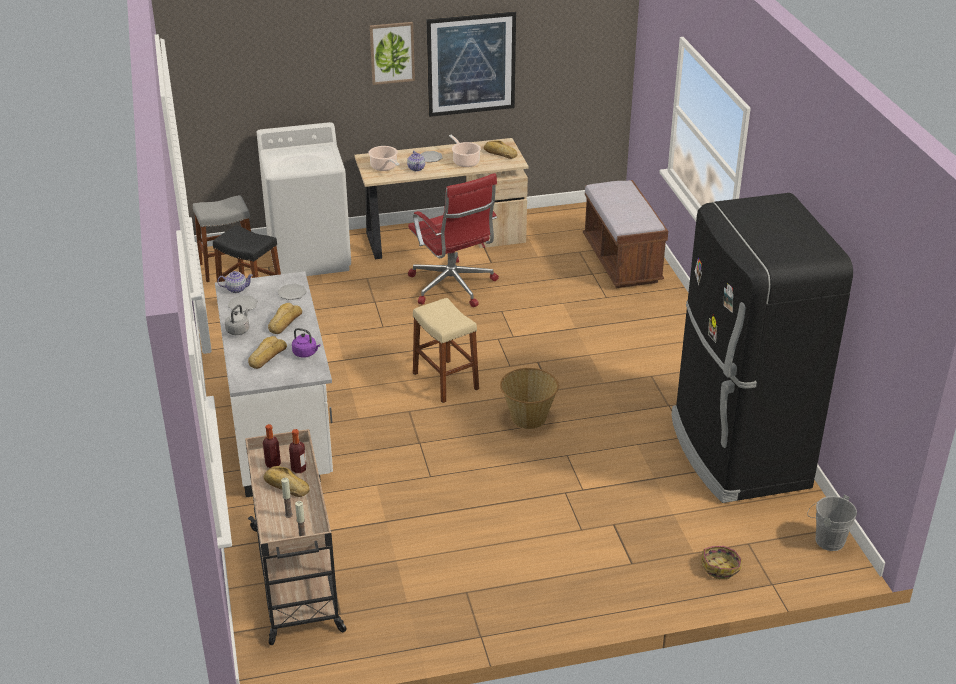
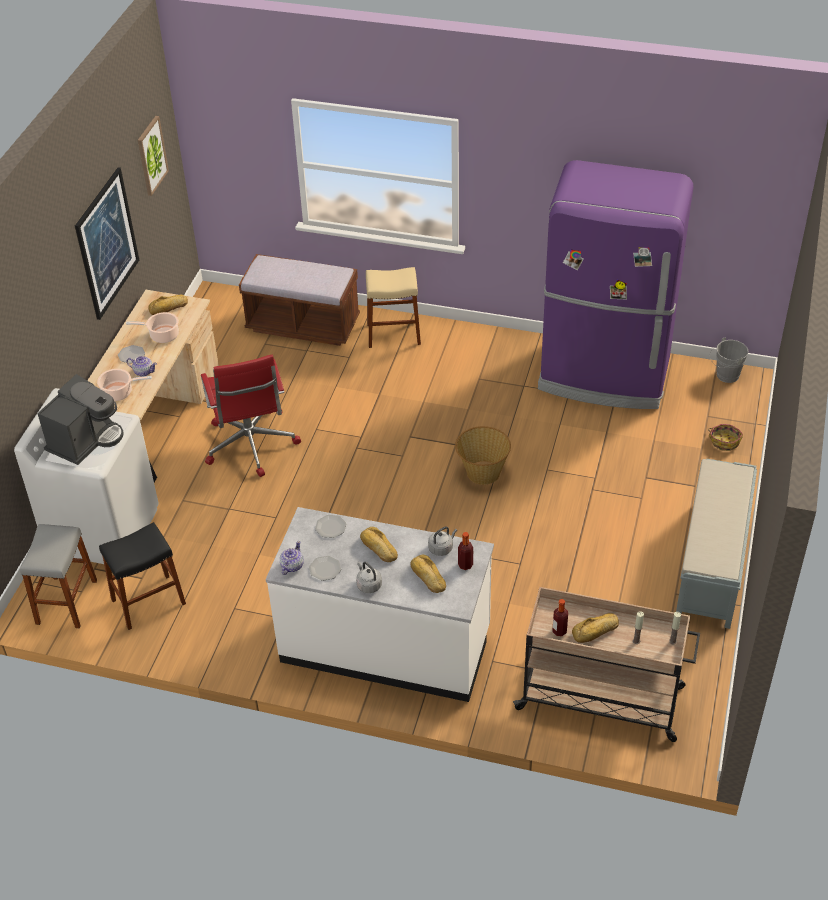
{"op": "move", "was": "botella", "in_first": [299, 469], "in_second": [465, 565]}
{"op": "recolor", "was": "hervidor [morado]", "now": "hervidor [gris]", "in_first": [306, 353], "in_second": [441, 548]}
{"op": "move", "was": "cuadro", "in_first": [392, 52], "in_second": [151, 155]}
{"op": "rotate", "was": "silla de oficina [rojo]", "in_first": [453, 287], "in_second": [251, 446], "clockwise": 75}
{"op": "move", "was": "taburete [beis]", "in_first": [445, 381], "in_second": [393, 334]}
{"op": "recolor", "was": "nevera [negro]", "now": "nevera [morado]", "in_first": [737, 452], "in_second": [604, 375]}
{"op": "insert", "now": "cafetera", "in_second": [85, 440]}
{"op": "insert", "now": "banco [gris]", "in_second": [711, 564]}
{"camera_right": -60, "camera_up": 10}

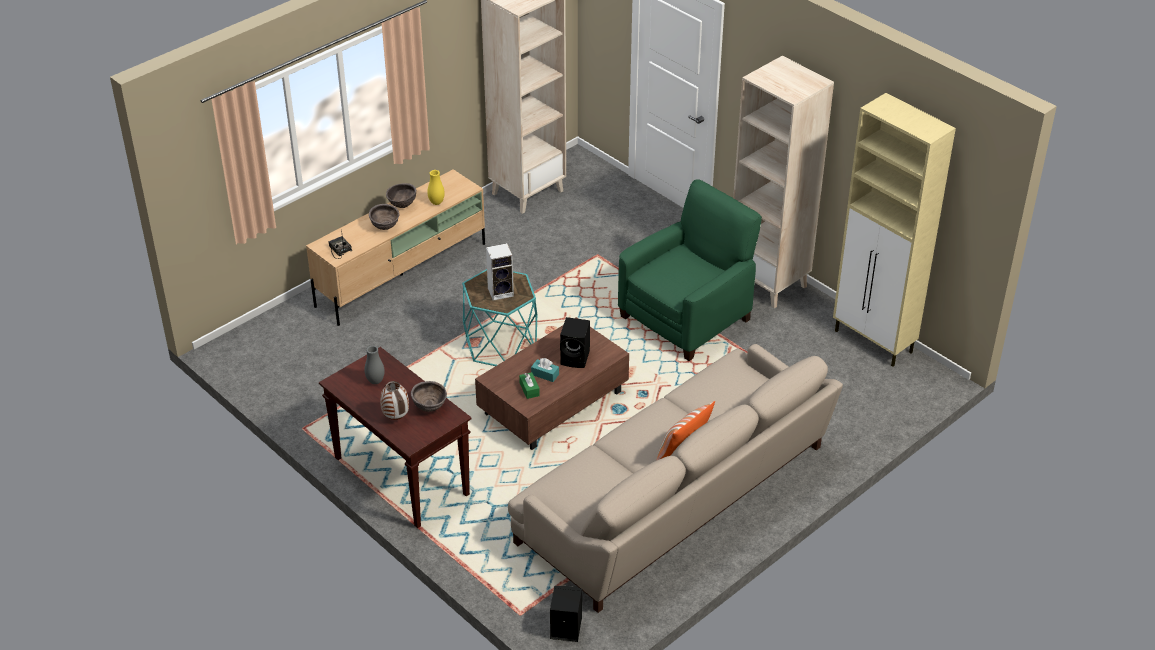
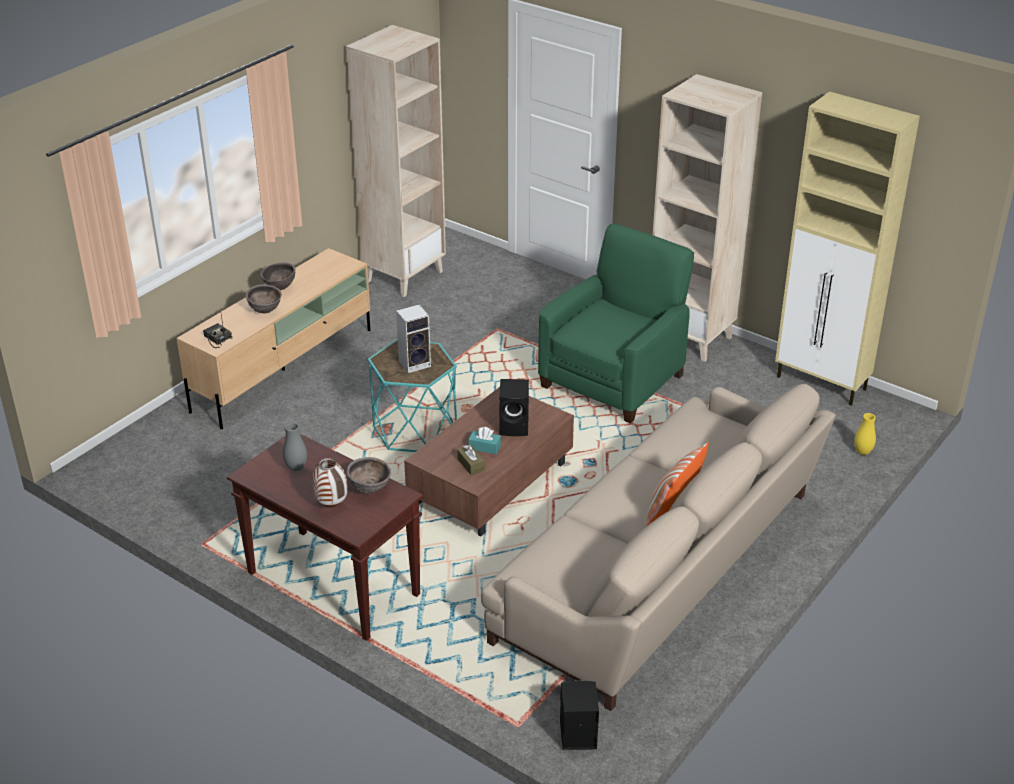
{"op": "move", "was": "florero [amarillo]", "in_first": [436, 202], "in_second": [862, 452]}
{"op": "recolor", "was": "caja de pañuelos [verde]", "now": "caja de pañuelos [marrón]", "in_first": [529, 389], "in_second": [471, 465]}
{"camera_right": -10, "camera_up": -5}

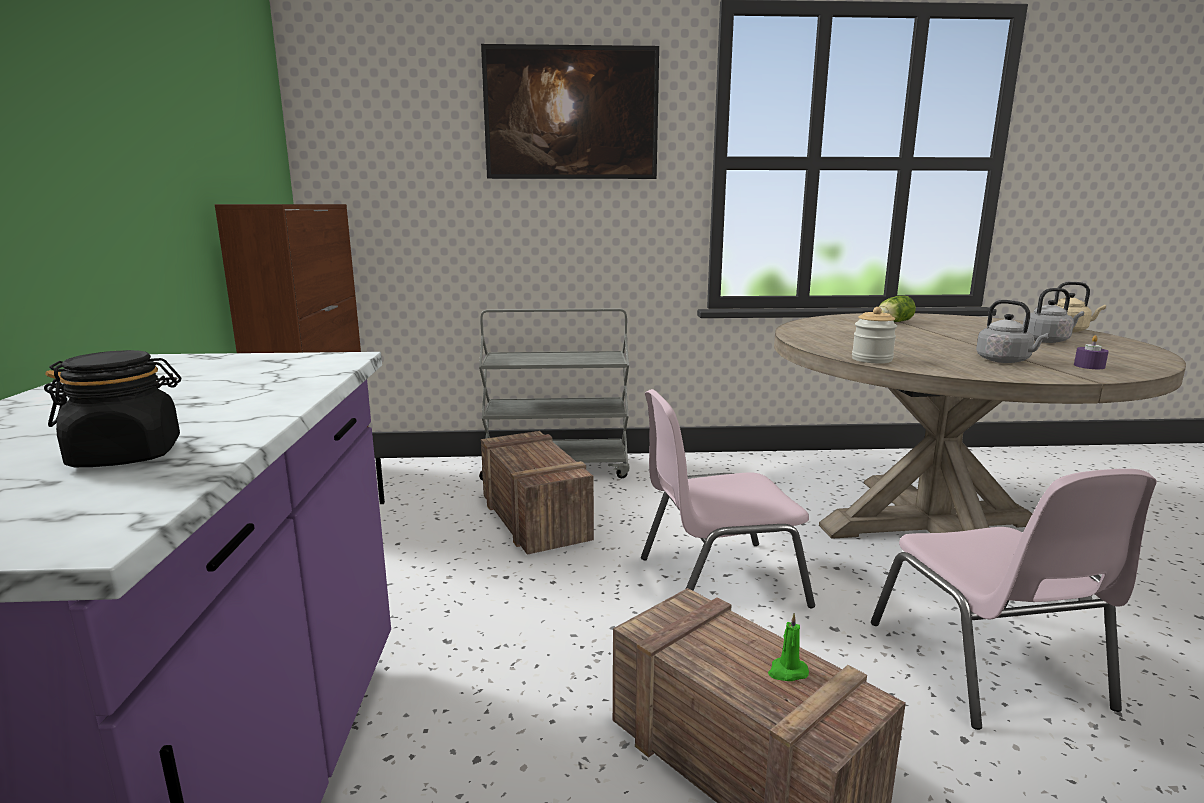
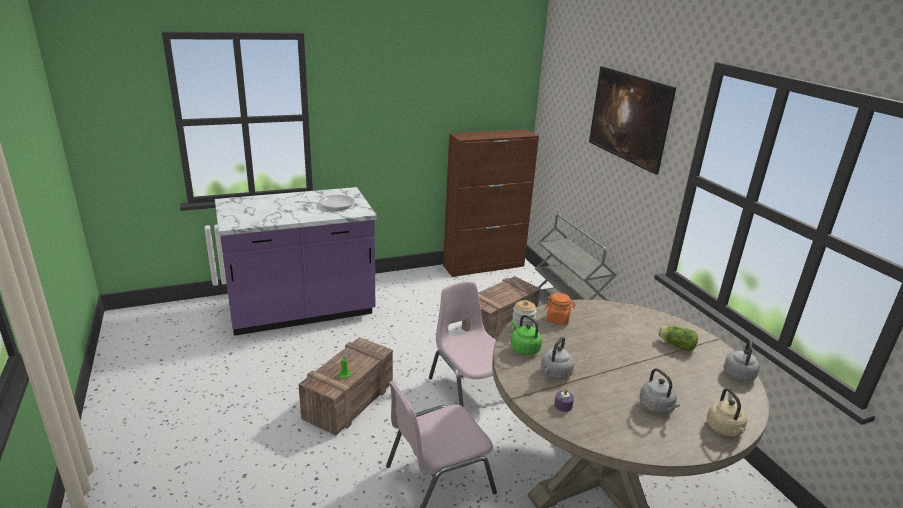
{"op": "delete", "was": "tarro [negro]", "in_first": [128, 455]}
{"op": "insert", "now": "sartén", "in_second": [333, 205]}
{"op": "insert", "now": "hervidor [verde]", "in_second": [523, 348]}
{"op": "insert", "now": "tarro [naranja]", "in_second": [558, 319]}
{"op": "insert", "now": "hervidor [gris]", "in_second": [738, 374]}
{"camera_right": 70, "camera_up": 10}

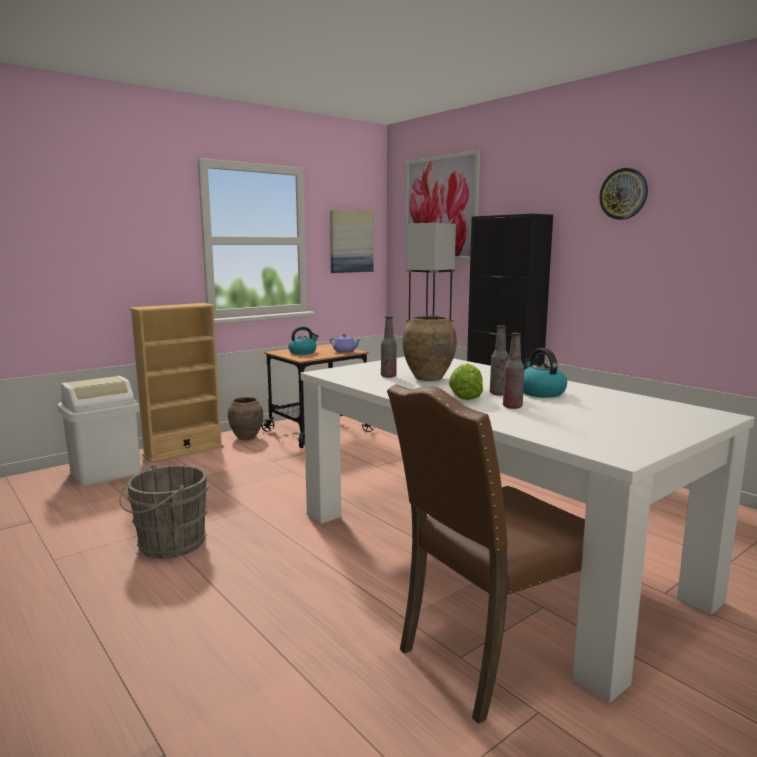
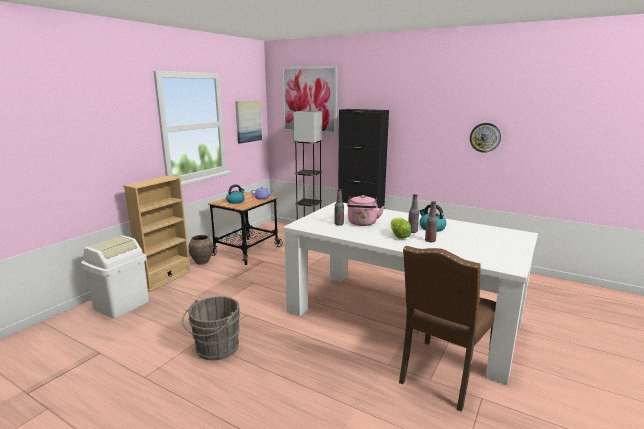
{"op": "replace", "was": "florero [marrón]", "now": "hervidor [rosa]", "in_first": [428, 378], "in_second": [362, 223]}
{"op": "move", "was": "reloj de pared", "in_first": [623, 194], "in_second": [485, 137]}
{"camera_right": -20, "camera_up": 5}

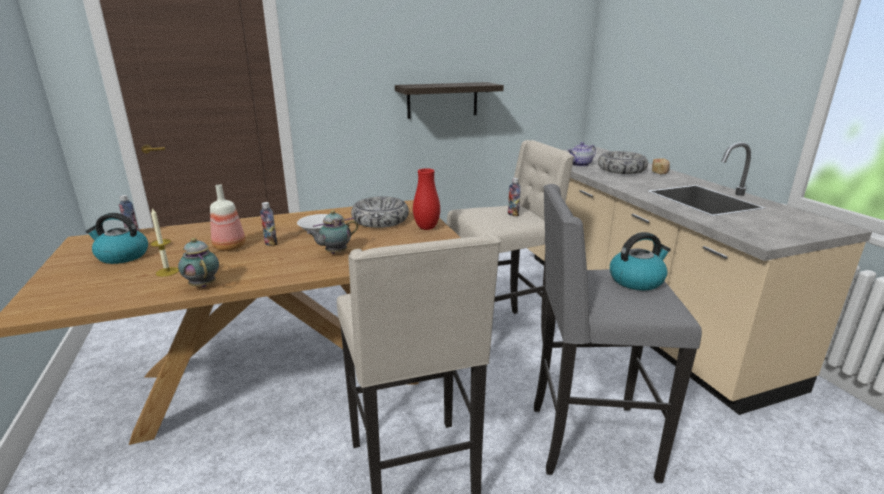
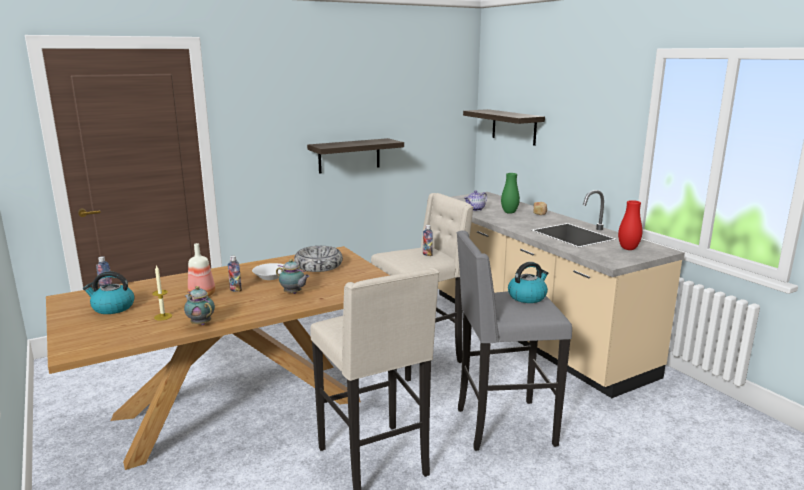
{"op": "rotate", "was": "tetera", "in_first": [334, 253], "in_second": [293, 293], "clockwise": -105}
{"op": "move", "was": "florero [rojo]", "in_first": [426, 228], "in_second": [628, 249]}
{"op": "replace", "was": "cuenco", "now": "florero [verde]", "in_first": [621, 170], "in_second": [509, 212]}
{"op": "insert", "now": "estante", "in_second": [514, 127]}
{"camera_right": -10, "camera_up": -5}

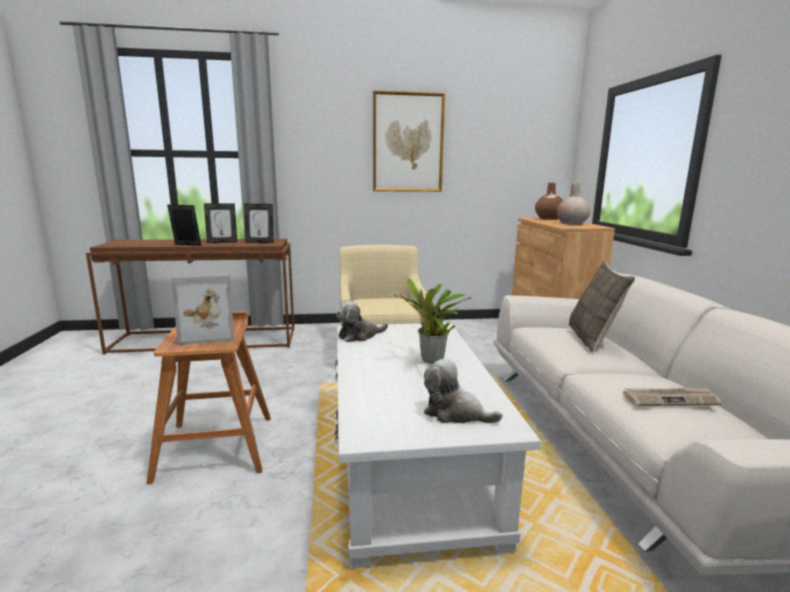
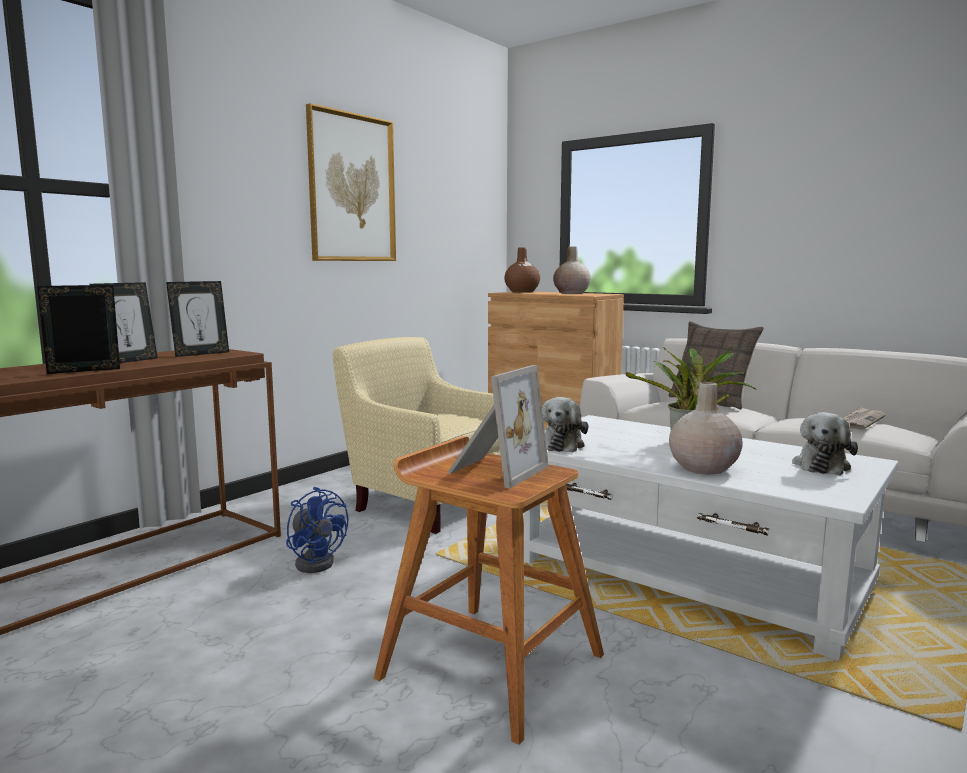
{"op": "rotate", "was": "peluche", "in_first": [455, 413], "in_second": [821, 465], "clockwise": -45}
{"op": "insert", "now": "ventilador [azul]", "in_second": [317, 561]}
{"op": "insert", "now": "florero [beis]", "in_second": [703, 468]}
{"camera_right": -45, "camera_up": -5}

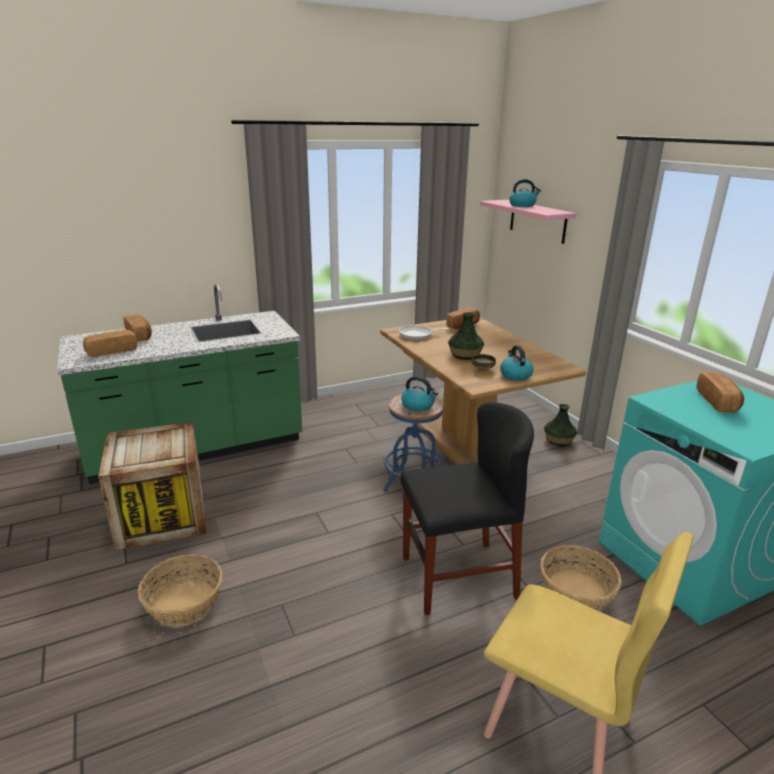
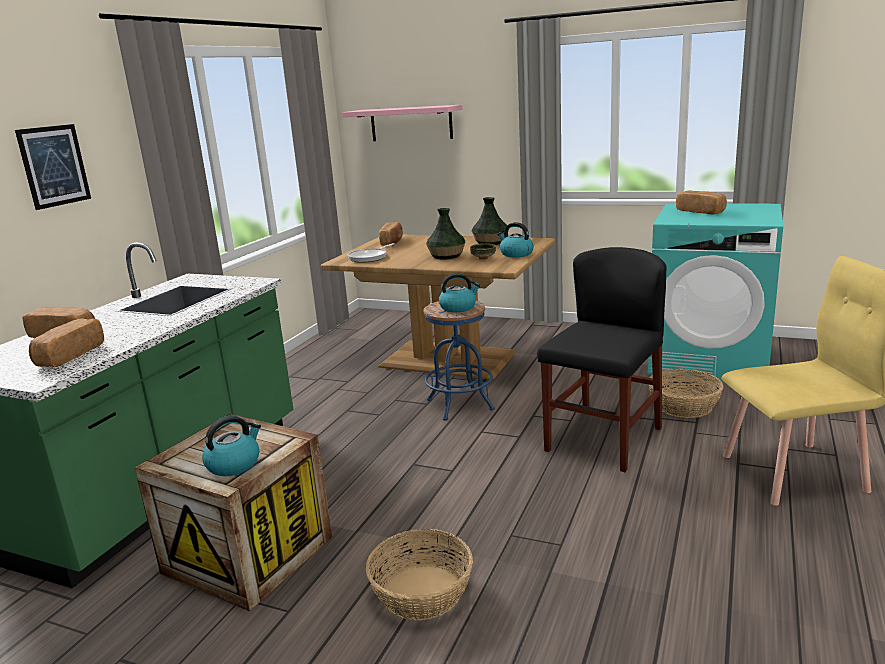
{"op": "move", "was": "hervidor", "in_first": [522, 205], "in_second": [234, 464]}
{"op": "move", "was": "florero", "in_first": [559, 440], "in_second": [490, 242]}
{"op": "insert", "now": "cuadro", "in_second": [54, 166]}
{"camera_right": -40, "camera_up": -5}

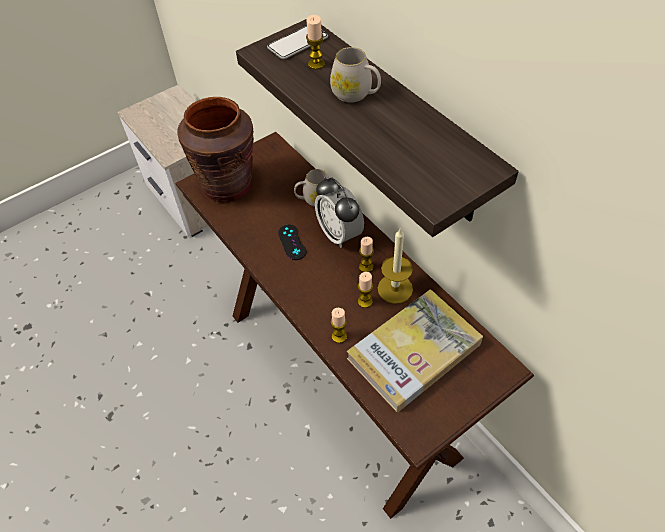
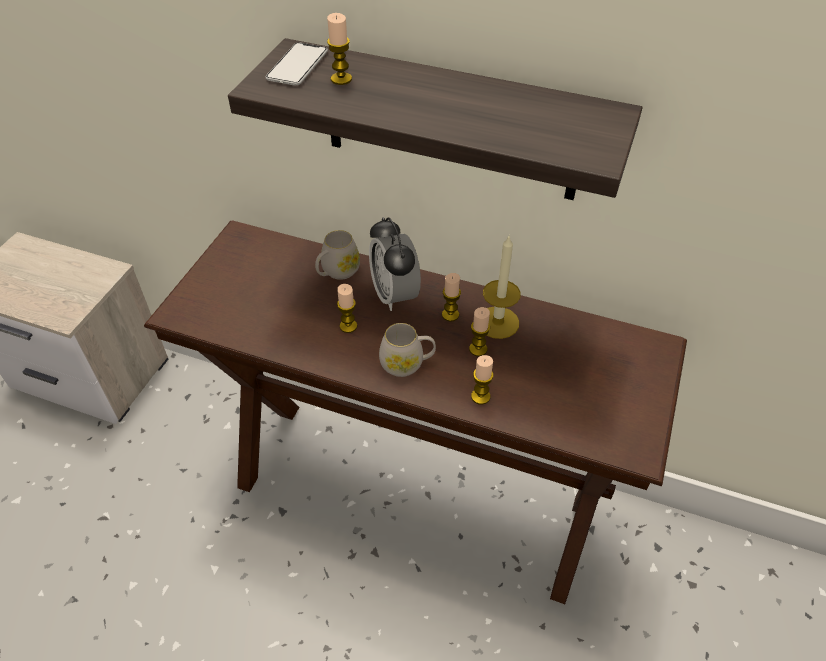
{"op": "delete", "was": "florero [marrón]", "in_first": [228, 186]}
{"op": "replace", "was": "mando de consola [negro]", "now": "vela", "in_first": [292, 242], "in_second": [348, 326]}
{"op": "rotate", "was": "despertador", "in_first": [339, 234], "in_second": [394, 295], "clockwise": 45}
{"op": "move", "was": "taza grande [blanco]", "in_first": [356, 94], "in_second": [407, 363]}
{"op": "delete", "was": "libro", "in_first": [414, 351]}
{"camera_right": -35, "camera_up": -5}

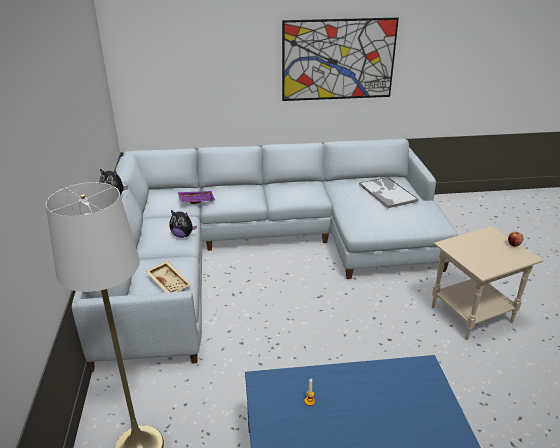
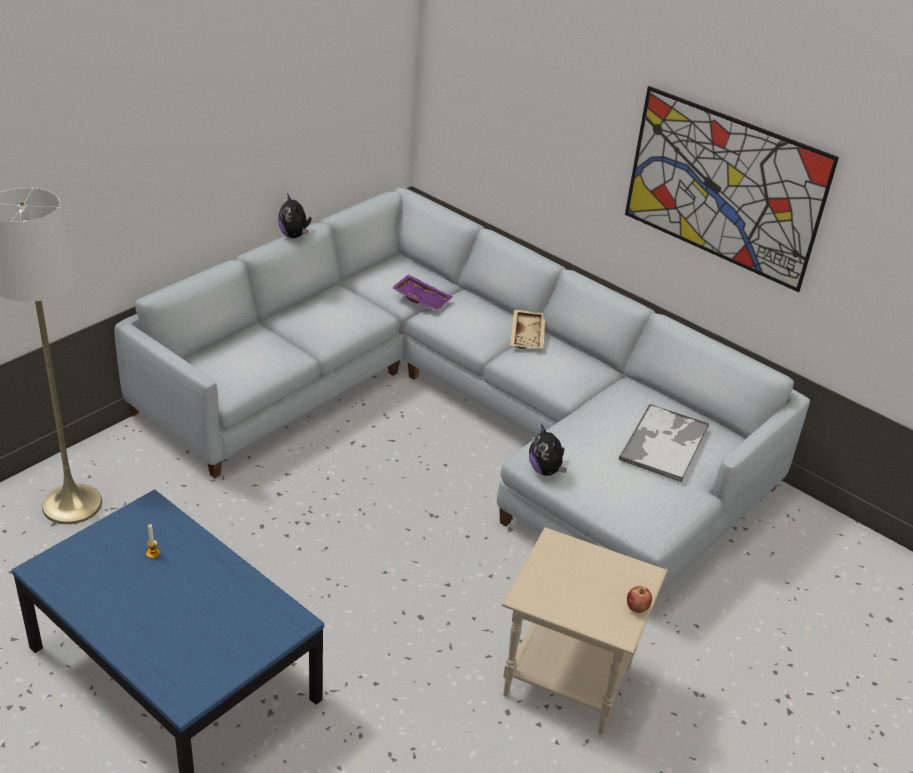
{"op": "move", "was": "bandeja [beis]", "in_first": [169, 282], "in_second": [528, 336]}
{"op": "move", "was": "peluche", "in_first": [183, 235], "in_second": [545, 470]}
{"camera_right": 45, "camera_up": 5}

